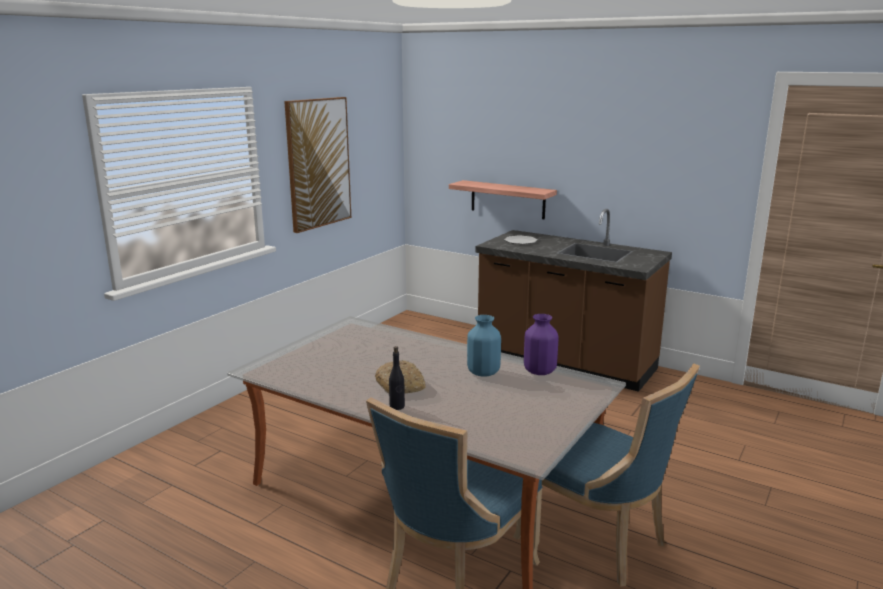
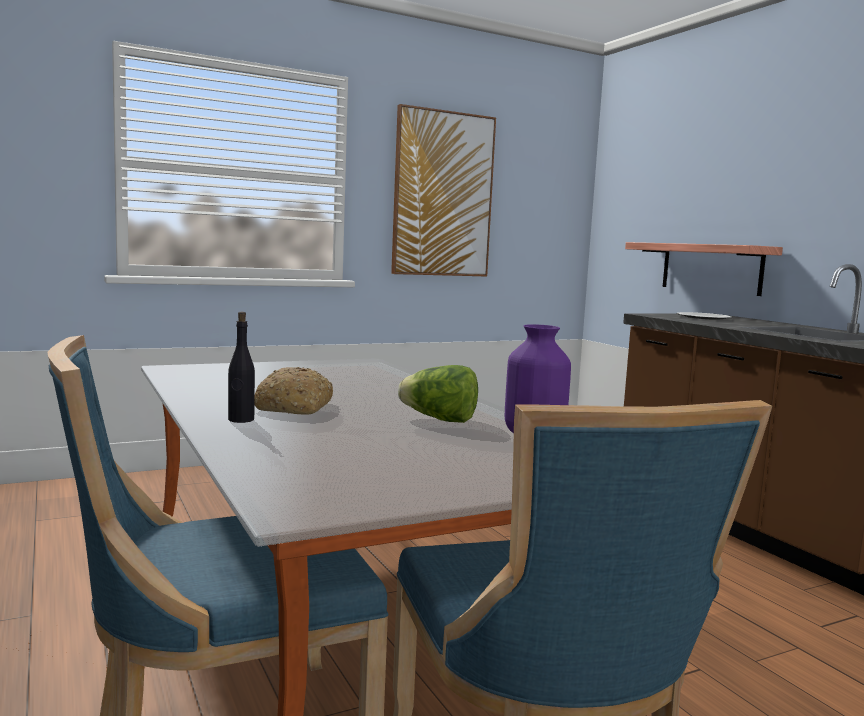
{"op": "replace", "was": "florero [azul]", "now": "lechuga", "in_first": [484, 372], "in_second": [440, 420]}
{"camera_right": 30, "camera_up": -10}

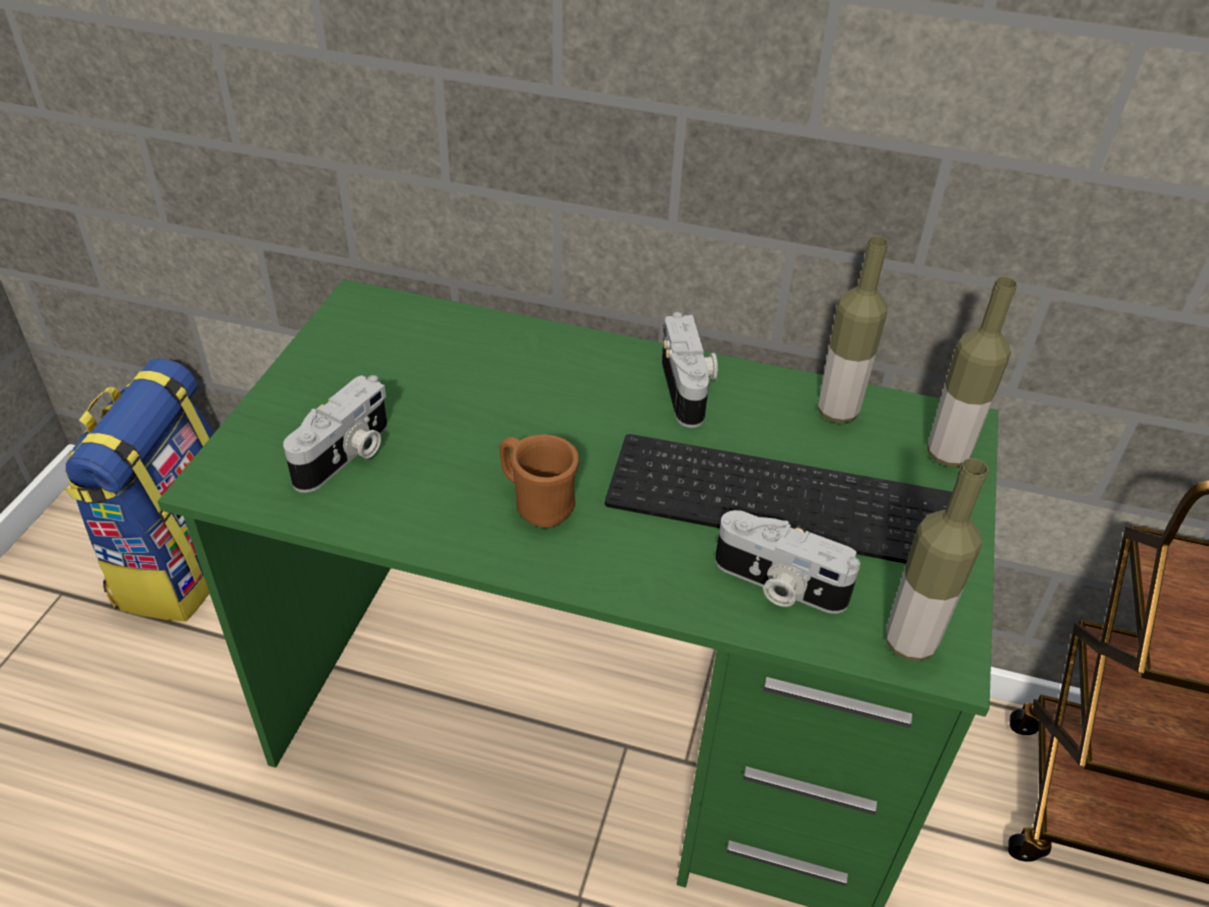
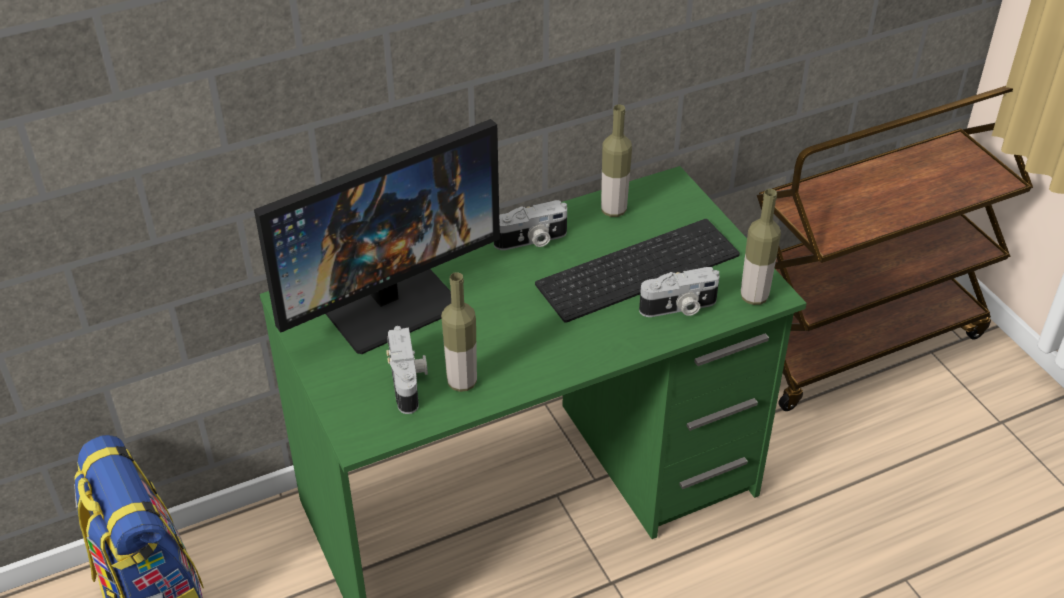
{"op": "delete", "was": "taza grande [marrón]", "in_first": [537, 504]}
{"op": "rotate", "was": "cámara", "in_first": [688, 388], "in_second": [531, 241], "clockwise": 120}
{"op": "move", "was": "botella", "in_first": [947, 454], "in_second": [462, 382]}
{"op": "insert", "now": "monitor", "in_second": [388, 301]}
{"camera_right": -40, "camera_up": 0}

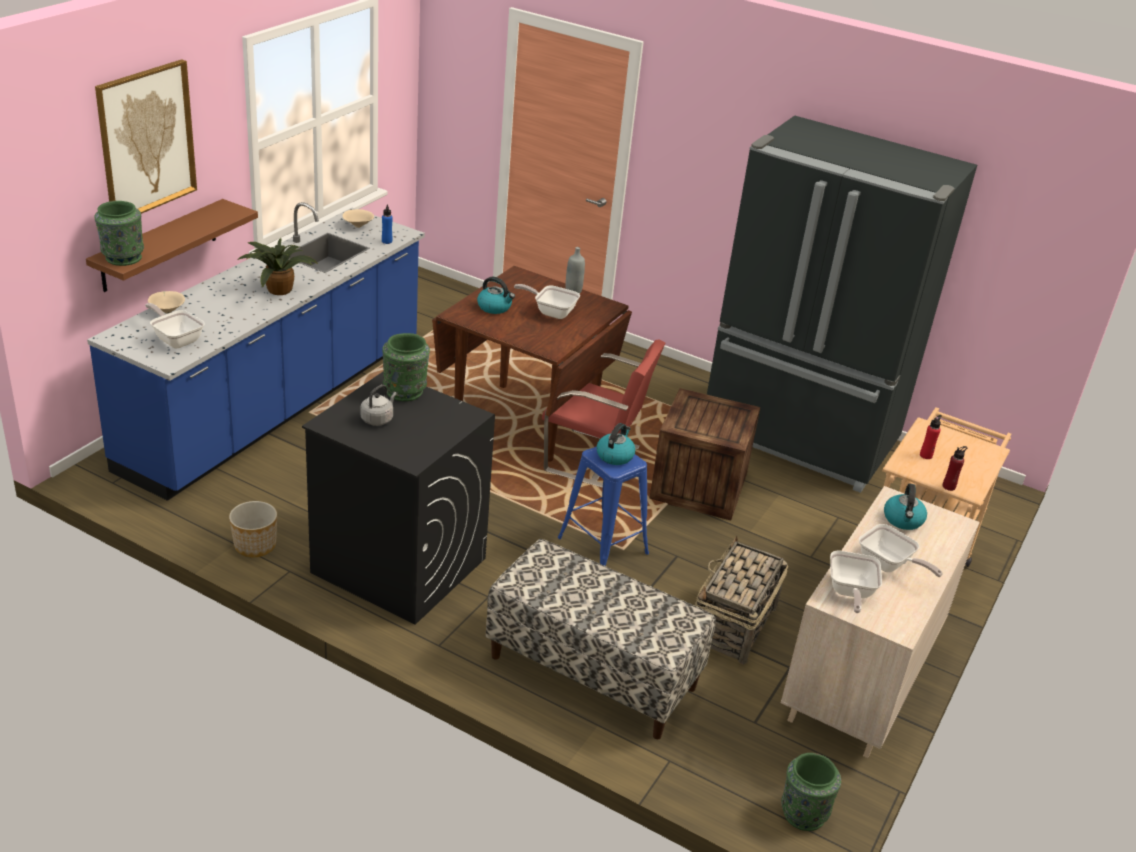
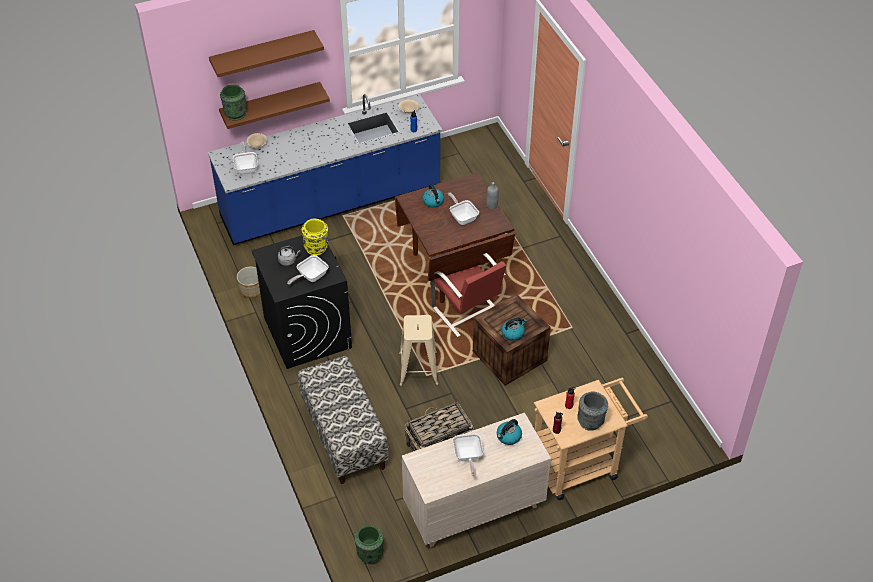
{"op": "replace", "was": "cuadro", "now": "estante [marrón]", "in_first": [146, 140], "in_second": [263, 53]}
{"op": "delete", "was": "planta en maceta", "in_first": [278, 289]}
{"op": "recolor", "was": "florero [verde]", "now": "florero [amarillo]", "in_first": [405, 391], "in_second": [316, 248]}
{"op": "recolor", "was": "taburete [azul]", "now": "taburete [beis]", "in_first": [603, 545], "in_second": [418, 368]}
{"op": "move", "was": "hervidor", "in_first": [615, 455], "in_second": [513, 333]}
{"op": "delete", "was": "nevera [negro]", "in_first": [799, 439]}
{"op": "move", "was": "sartén", "in_first": [849, 593], "in_second": [310, 277]}
{"op": "insert", "now": "florero [gris]", "in_second": [590, 422]}
{"camera_right": 40, "camera_up": 15}

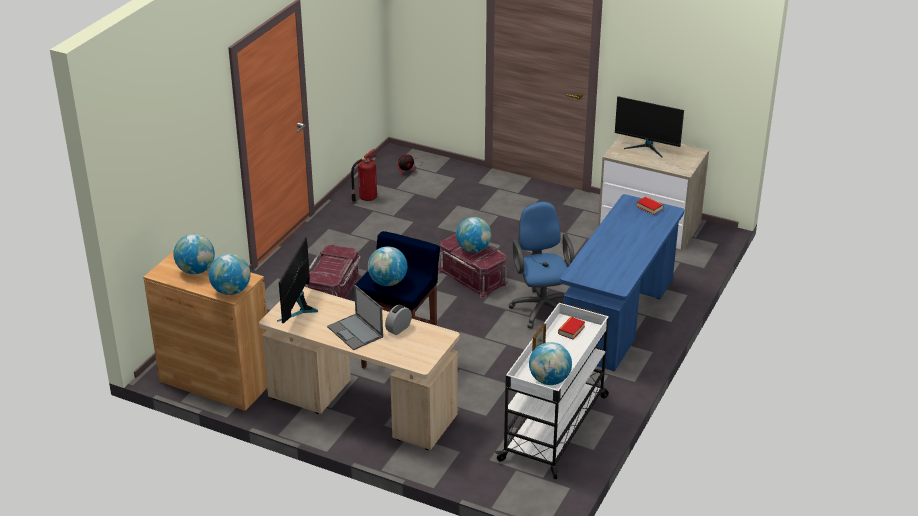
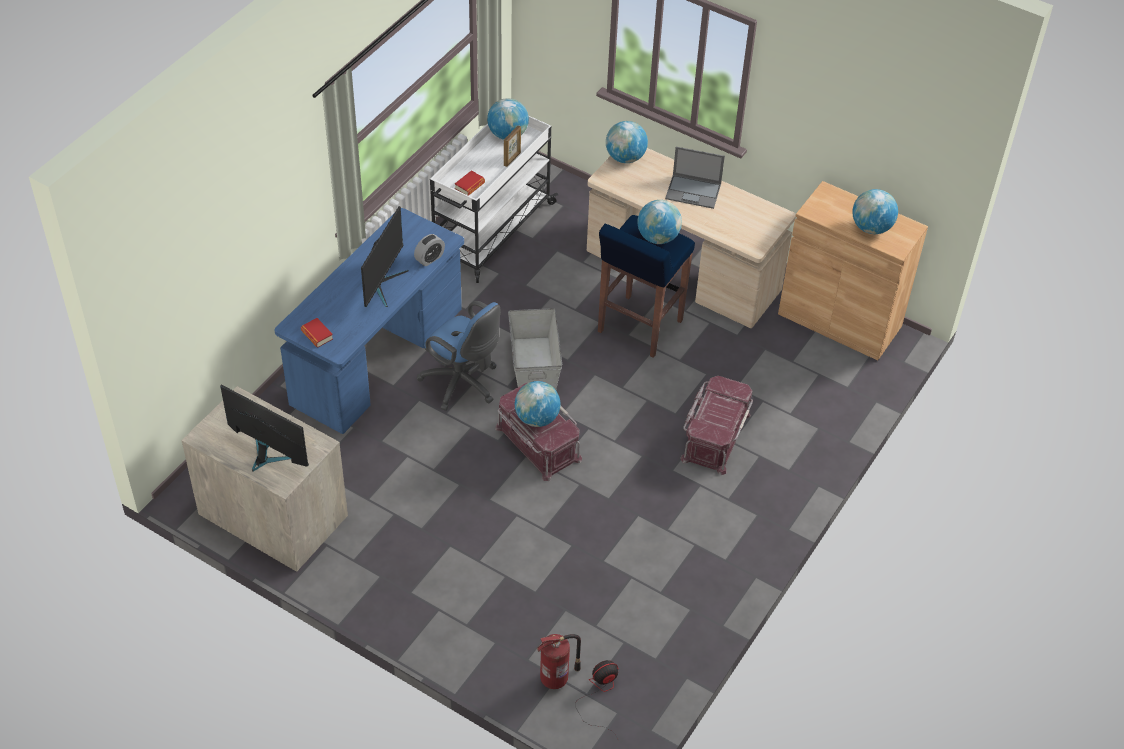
{"op": "move", "was": "globo terráqueo", "in_first": [231, 291], "in_second": [625, 158]}
{"op": "move", "was": "monitor", "in_first": [298, 309], "in_second": [382, 284]}
{"op": "rotate", "was": "portátil", "in_first": [355, 332], "in_second": [694, 191], "clockwise": 135}
{"op": "move", "was": "extintor", "in_first": [366, 198], "in_second": [556, 678]}
{"op": "move", "was": "despertador", "in_first": [398, 329], "in_second": [429, 258]}
{"op": "rotate", "was": "silla de oficina [azul]", "in_first": [541, 307], "in_second": [463, 384], "clockwise": -45}
{"op": "insert", "now": "caja de almacenaje [gris]", "in_second": [534, 366]}
{"camera_right": -175, "camera_up": 15}

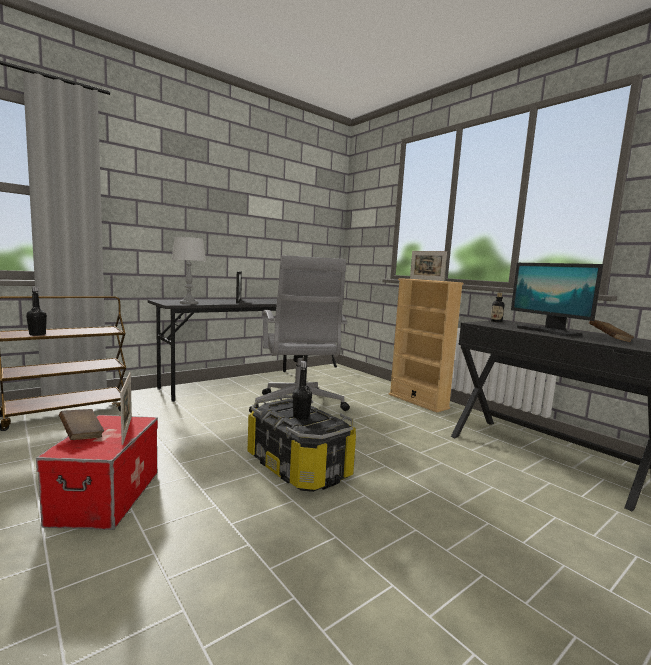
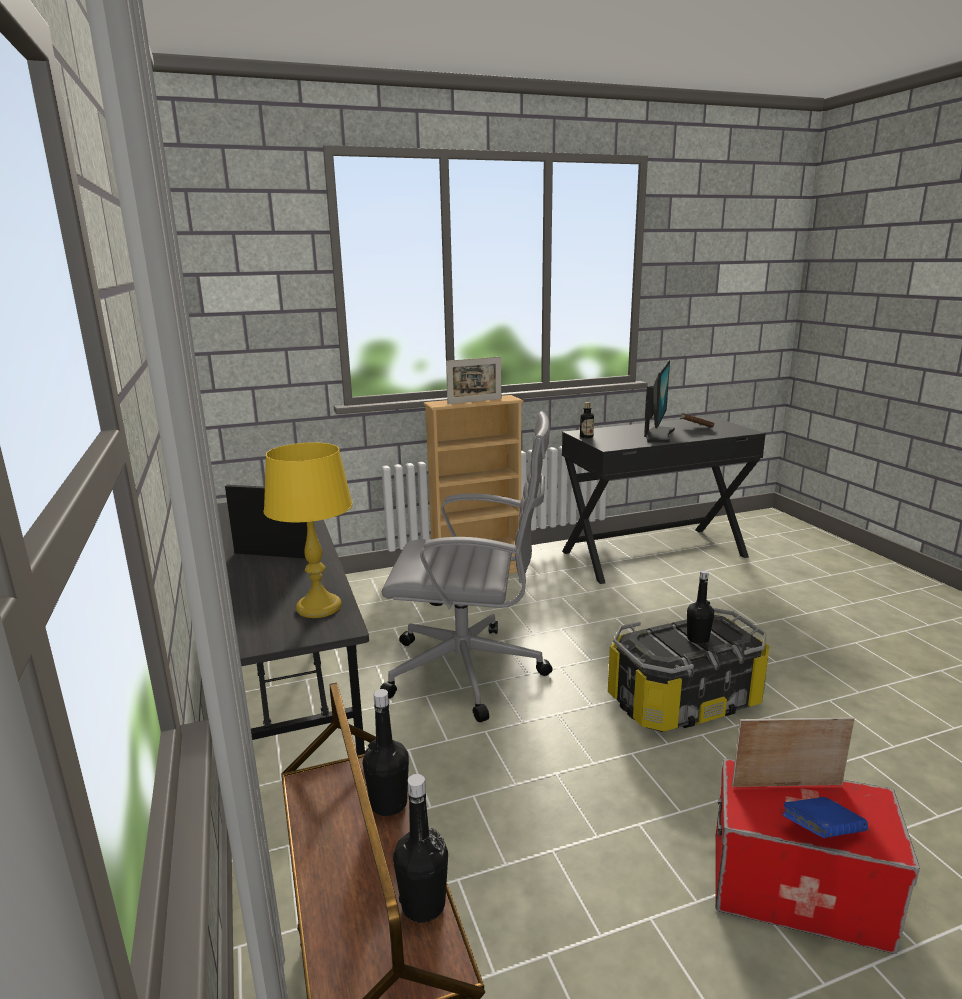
{"op": "recolor", "was": "libro [marrón]", "now": "libro [azul]", "in_first": [82, 434], "in_second": [821, 832]}
{"op": "recolor", "was": "lámpara de mesa [gris]", "now": "lámpara de mesa [amarillo]", "in_first": [188, 303], "in_second": [318, 608]}
{"op": "rotate", "was": "monitor", "in_first": [547, 331], "in_second": [658, 435], "clockwise": -60}
{"op": "insert", "now": "botella [negro]", "in_second": [389, 803]}
{"camera_right": -70, "camera_up": 10}

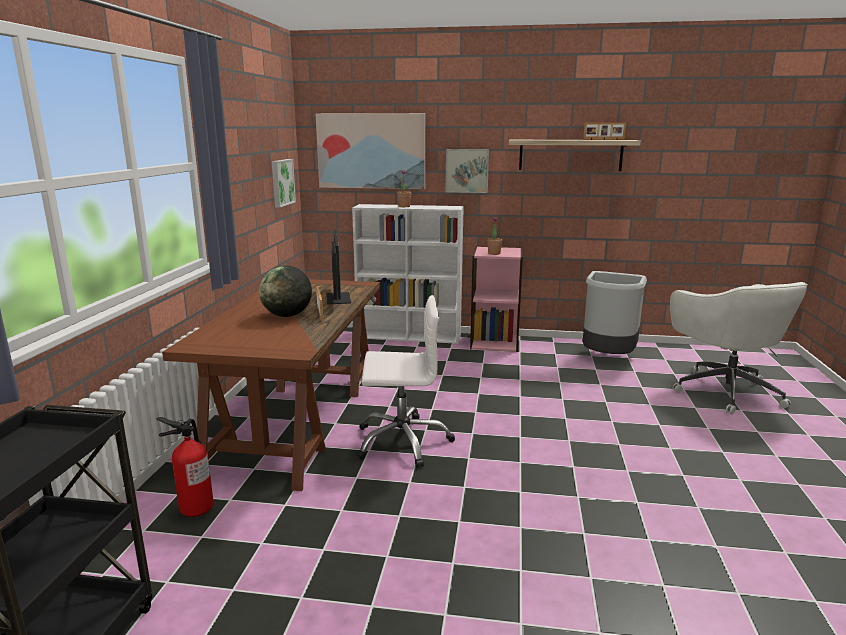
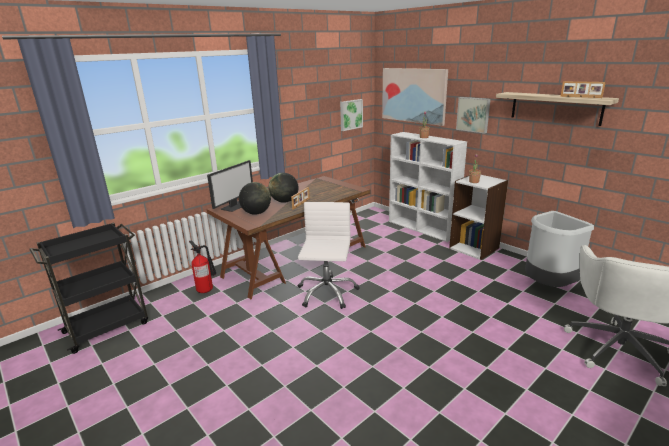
{"op": "move", "was": "monitor", "in_first": [337, 298], "in_second": [234, 206]}
{"op": "rotate", "was": "silla de oficina [blanco]", "in_first": [402, 441], "in_second": [326, 293], "clockwise": -120}
{"op": "recolor", "was": "estantería [rosa]", "now": "estantería [blanco]", "in_first": [494, 342], "in_second": [474, 248]}
{"op": "insert", "now": "globo terráqueo", "in_second": [256, 213]}
{"camera_right": 40, "camera_up": 5}

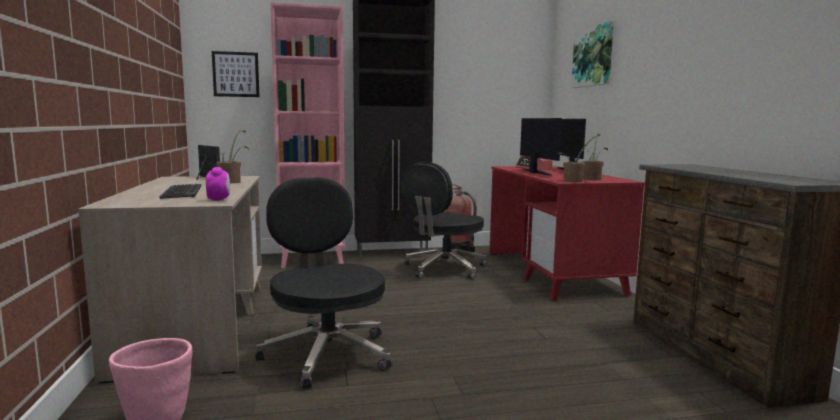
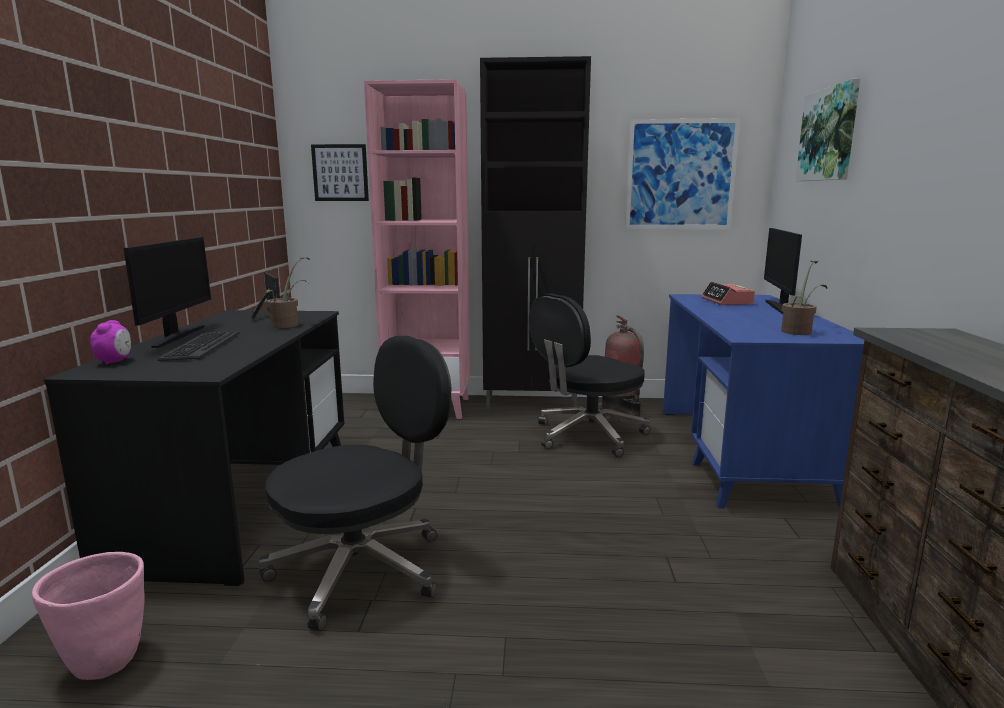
{"op": "recolor", "was": "escritorio [beis]", "now": "escritorio [negro]", "in_first": [197, 325], "in_second": [241, 500]}
{"op": "move", "was": "despertador", "in_first": [219, 200], "in_second": [115, 361]}
{"op": "rotate", "was": "silla de oficina [negro]", "in_first": [326, 353], "in_second": [362, 569], "clockwise": 60}
{"op": "recolor", "was": "escritorio [rojo]", "now": "escritorio [azul]", "in_first": [553, 273], "in_second": [742, 455]}
{"op": "move", "was": "monitor", "in_first": [535, 172], "in_second": [176, 336]}
{"op": "delete", "was": "planta en maceta", "in_first": [576, 181]}
{"op": "insert", "now": "cuadro", "in_second": [680, 175]}
{"camera_right": 15, "camera_up": 5}

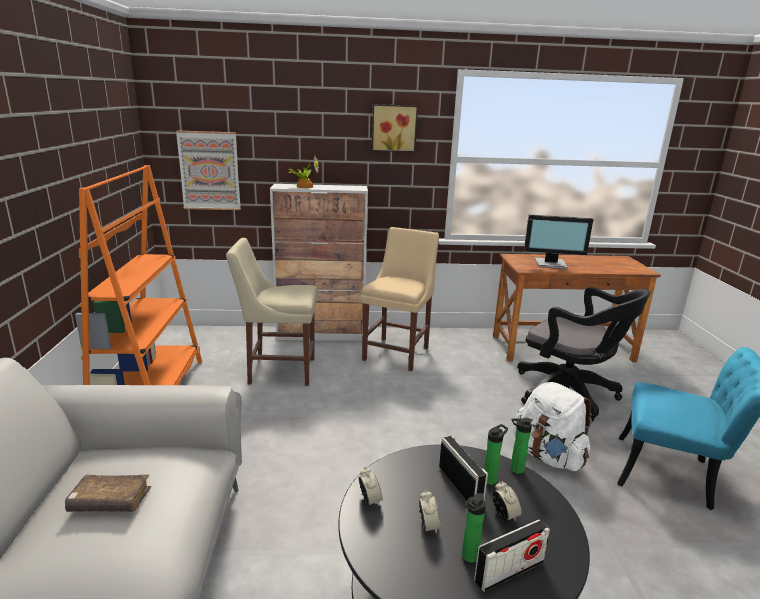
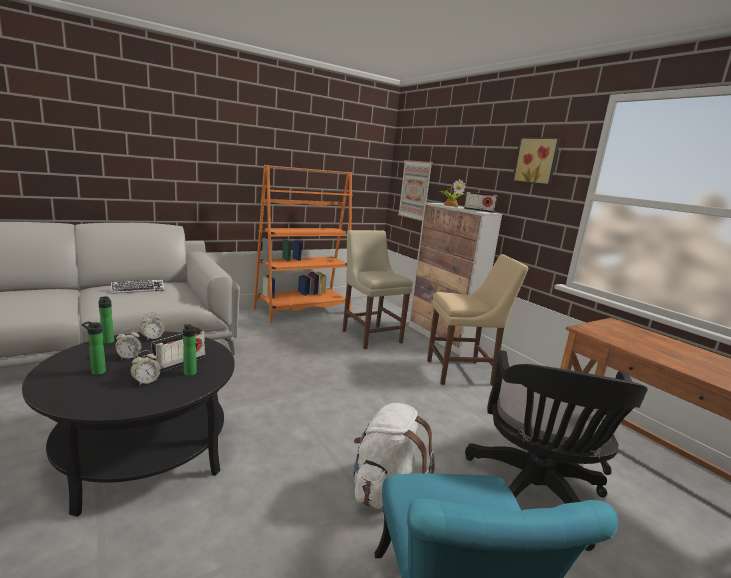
{"op": "replace", "was": "libro [marrón]", "now": "teclado", "in_first": [110, 502], "in_second": [138, 289]}
{"op": "move", "was": "radio", "in_first": [509, 571], "in_second": [479, 210]}
{"op": "move", "was": "botella", "in_first": [515, 469], "in_second": [108, 341]}
{"op": "delete", "was": "monitor", "in_first": [551, 264]}
{"camera_right": 60, "camera_up": -5}

